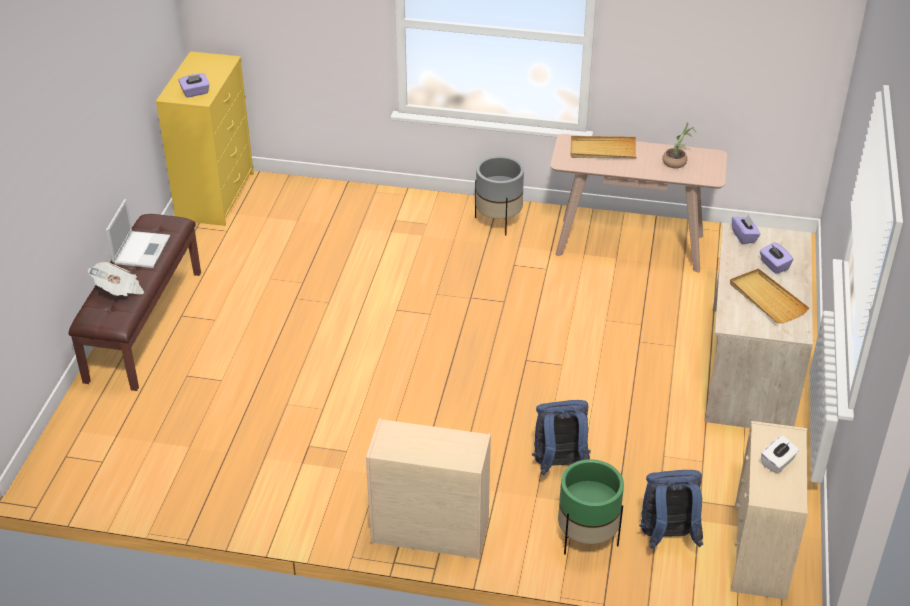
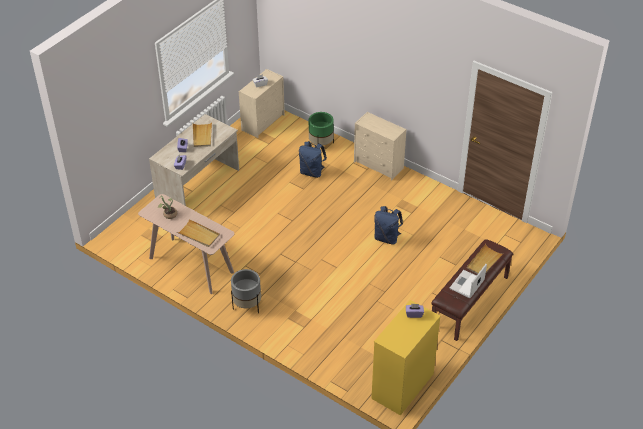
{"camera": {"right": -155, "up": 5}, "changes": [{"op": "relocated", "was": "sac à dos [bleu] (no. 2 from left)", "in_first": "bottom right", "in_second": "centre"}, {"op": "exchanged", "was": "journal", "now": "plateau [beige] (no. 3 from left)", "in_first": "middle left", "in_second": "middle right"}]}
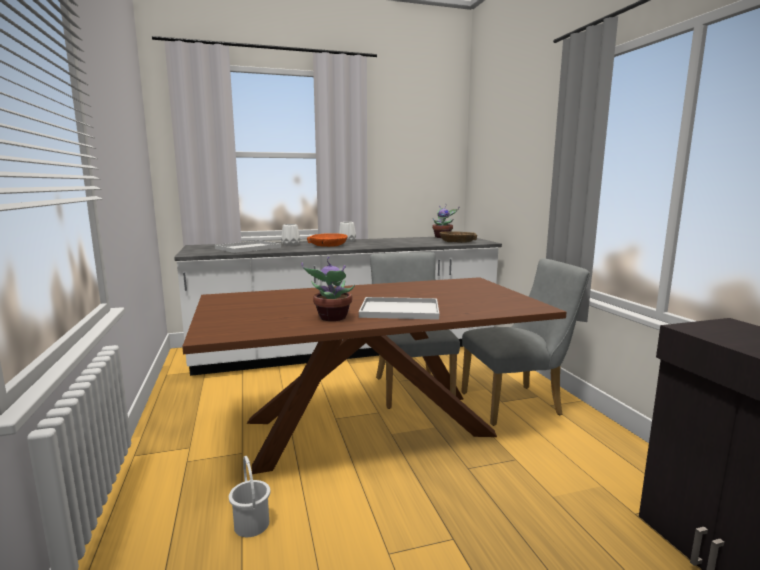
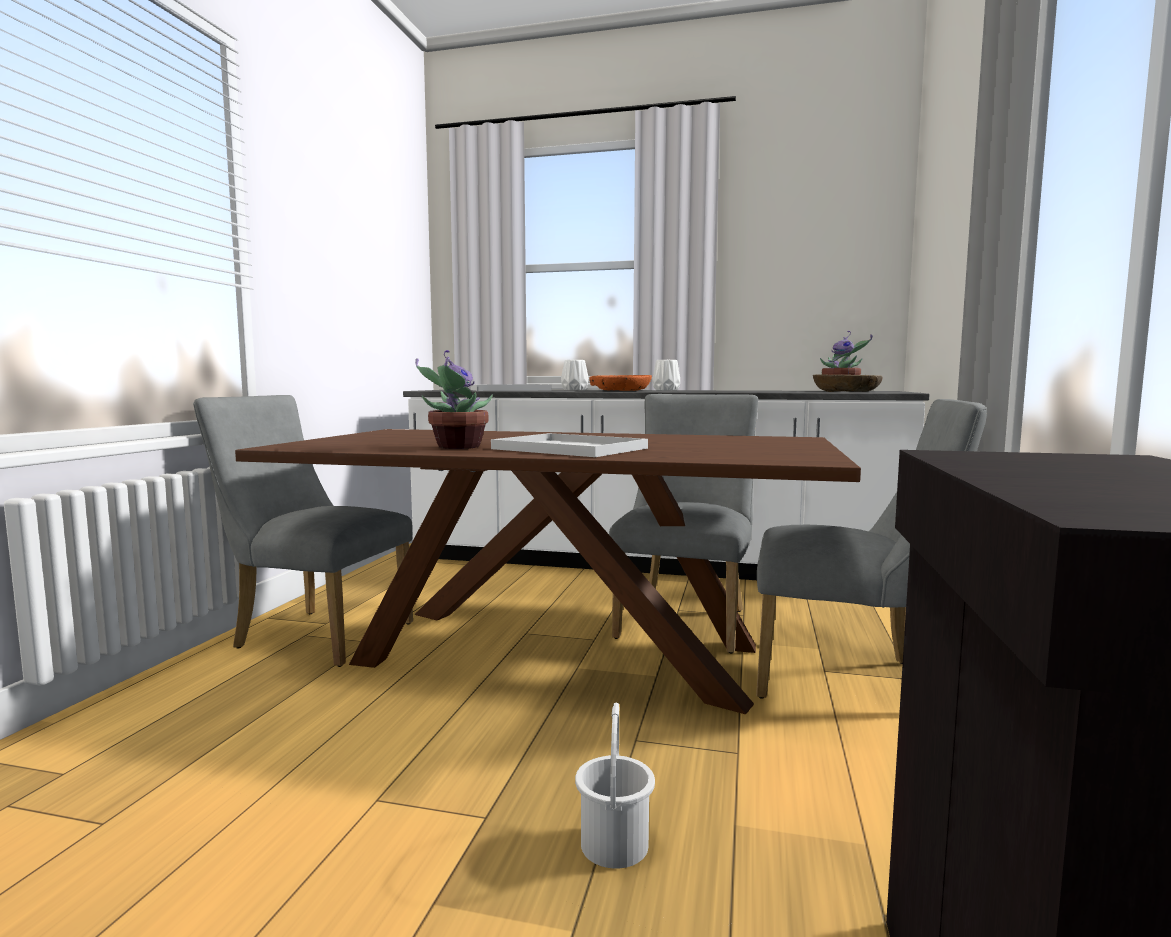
{"camera": {"right": 30, "up": -5}, "changes": [{"op": "appeared", "now": "chaise [gris] (no. 1 from left)", "in_second": "middle left"}, {"op": "relocated", "was": "seau [blanc]", "in_first": "bottom left", "in_second": "bottom centre"}]}
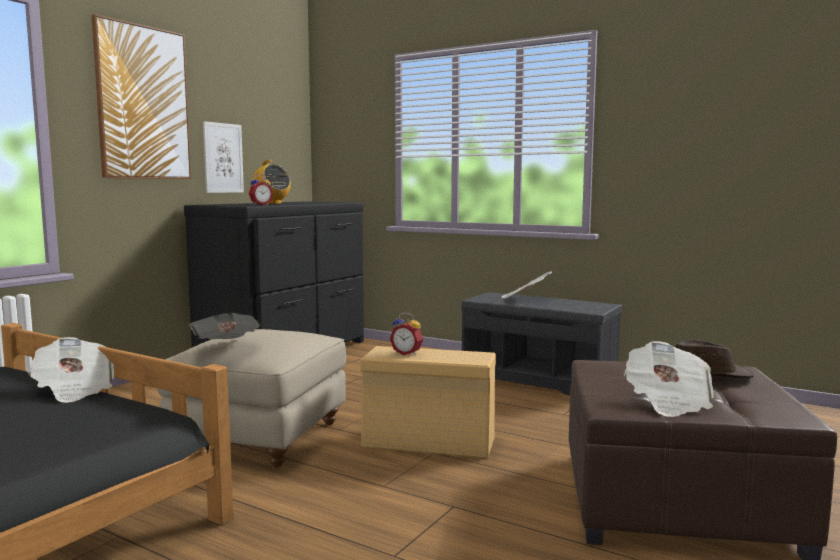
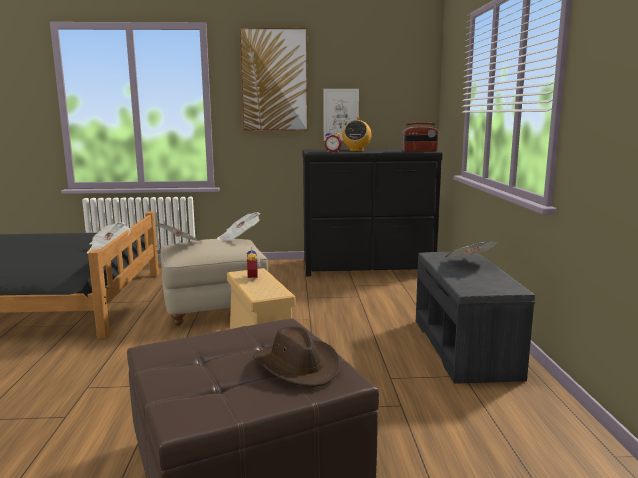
{"camera": {"right": 55, "up": 5}, "changes": [{"op": "relocated", "was": "journal (no. 4 from left in the first image)", "now": "journal (no. 3 from left)", "in_first": "bottom right", "in_second": "centre"}, {"op": "appeared", "now": "radio (no. 2 from left)", "in_second": "top centre"}]}
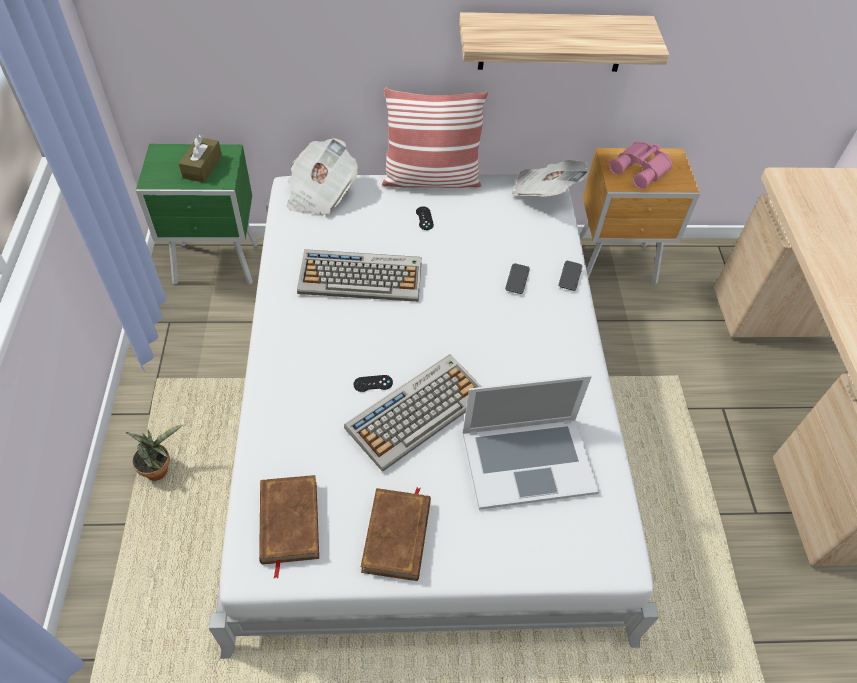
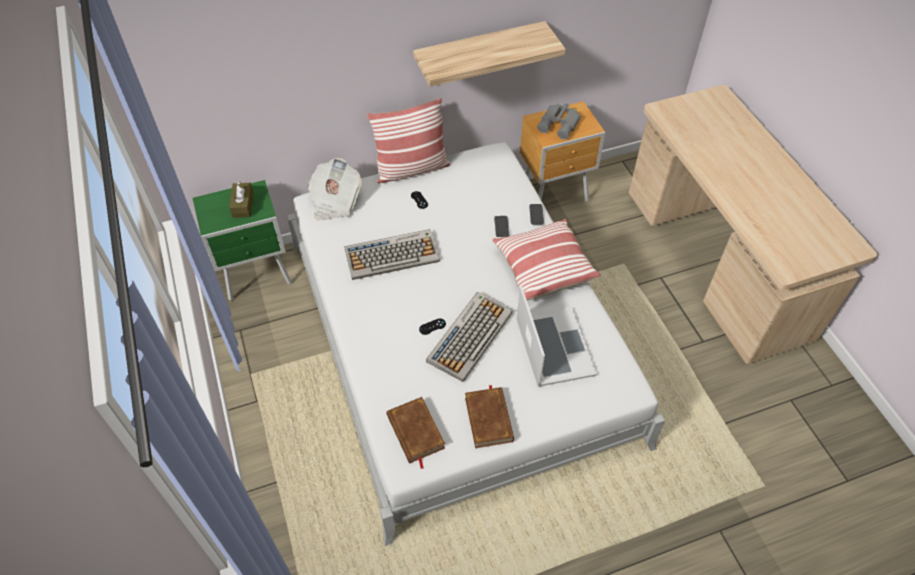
{"camera": {"right": -15, "up": 0}, "changes": [{"op": "appeared", "now": "coussin (no. 2 from left)", "in_second": "centre"}, {"op": "spun", "was": "ordinateur portable", "in_first": "centre", "in_second": "centre", "clockwise": -75}, {"op": "colour", "was": "jumelles [rose]", "now": "jumelles [gris]", "in_first": "top right", "in_second": "top centre"}, {"op": "missing", "was": "plante en pot", "in_first": "middle left"}, {"op": "missing", "was": "journal (no. 2 from left)", "in_first": "top centre"}]}
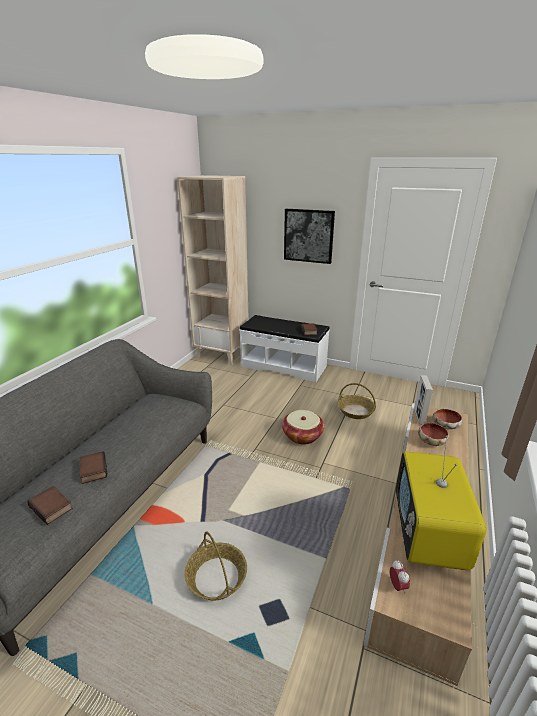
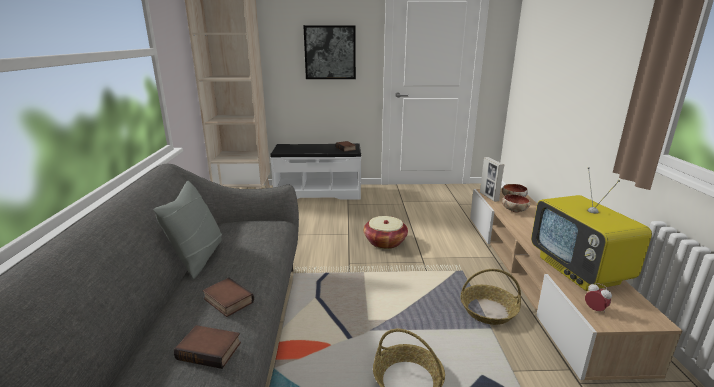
{"camera": {"right": -25, "up": -5}, "changes": [{"op": "appeared", "now": "coussin [gris]", "in_second": "middle left"}, {"op": "relocated", "was": "panier (no. 3 from left)", "in_first": "centre", "in_second": "bottom right"}]}
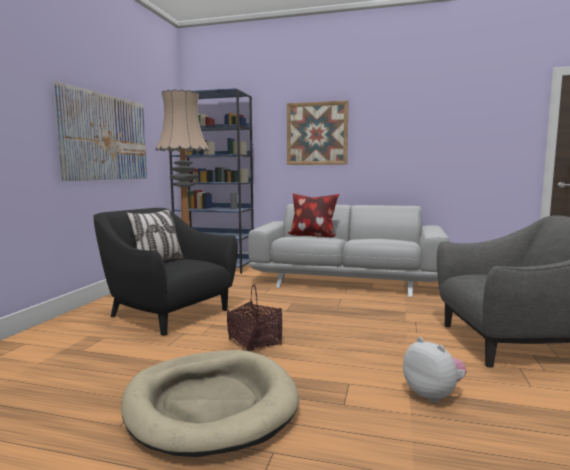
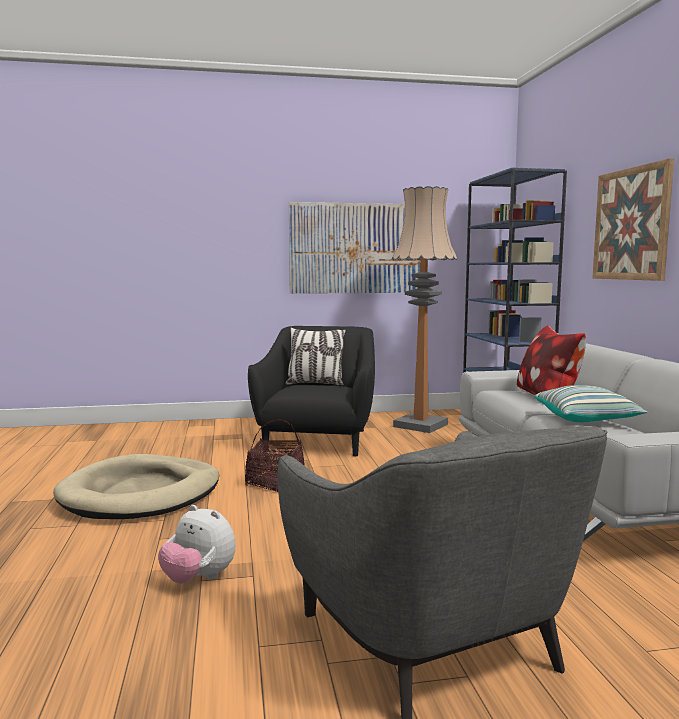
{"camera": {"right": 65, "up": 0}, "changes": [{"op": "spun", "was": "peluche", "in_first": "bottom right", "in_second": "bottom left", "clockwise": 90}, {"op": "appeared", "now": "coussin (no. 3 from left)", "in_second": "middle right"}]}
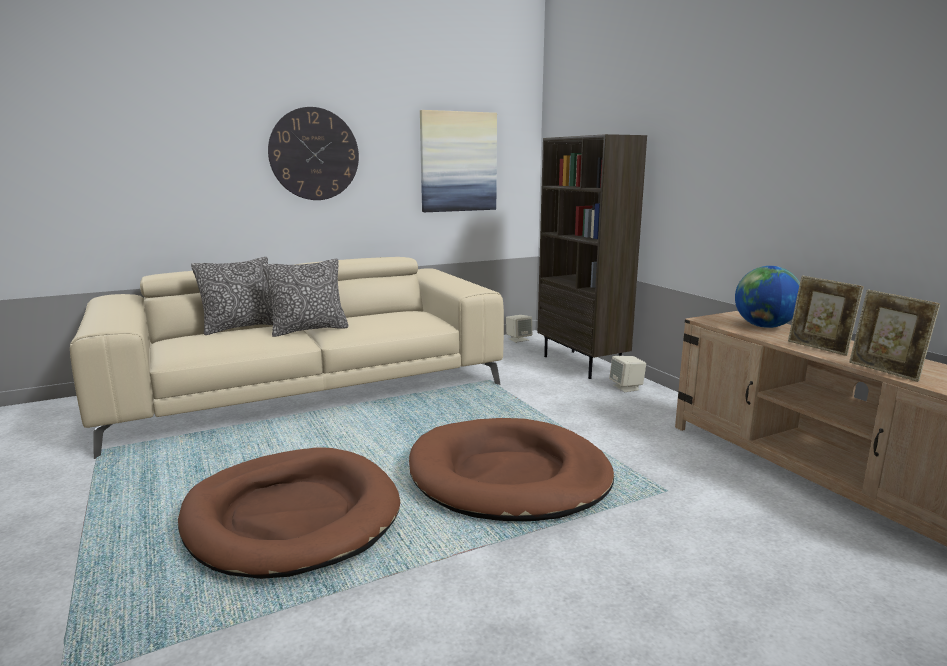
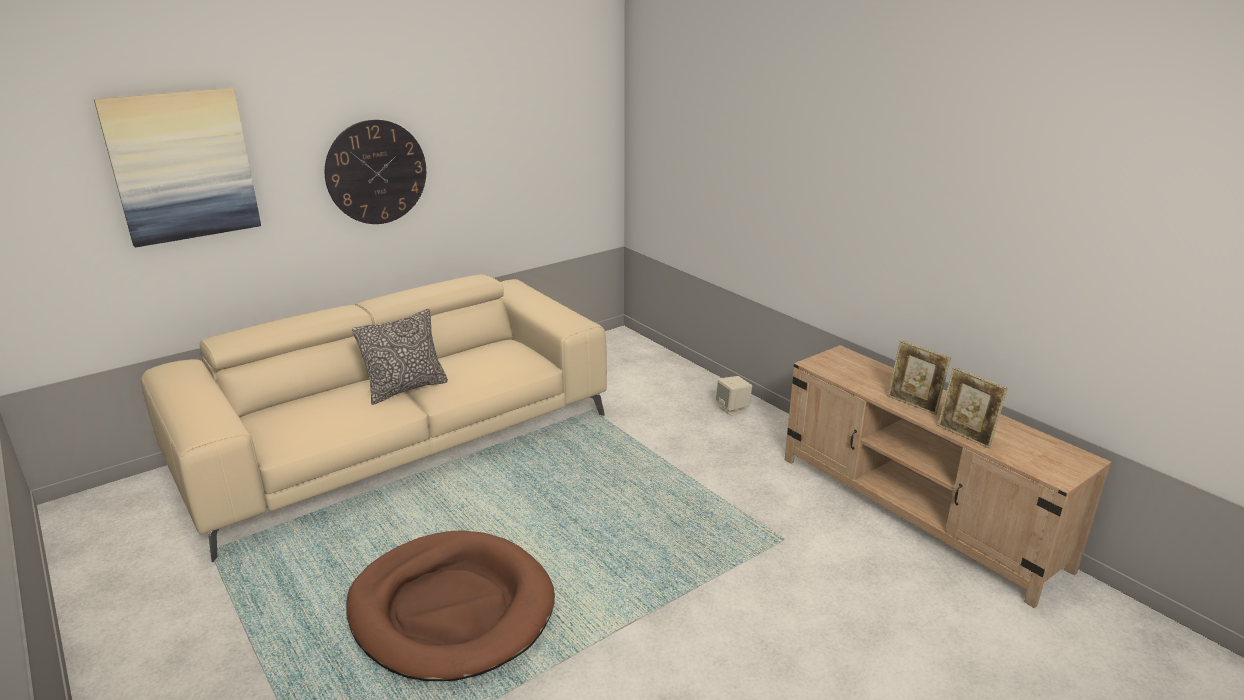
{"camera": {"right": -10, "up": 10}, "changes": [{"op": "relocated", "was": "tableau", "in_first": "top centre", "in_second": "top left"}, {"op": "missing", "was": "coussin (no. 1 from left)", "in_first": "middle left"}, {"op": "missing", "was": "panier pour chien [marron] (no. 2 from left)", "in_first": "bottom centre"}, {"op": "missing", "was": "enceinte [beige] (no. 1 from left)", "in_first": "centre"}, {"op": "missing", "was": "bibliothèque [marron]", "in_first": "centre"}, {"op": "missing", "was": "globe", "in_first": "middle right"}]}
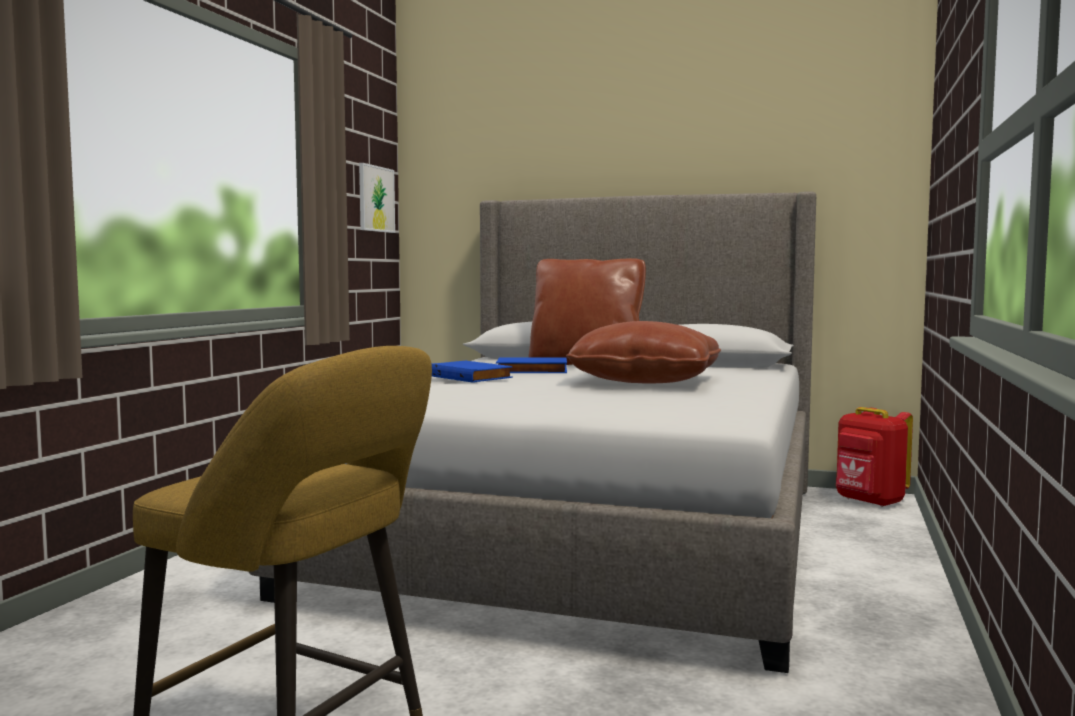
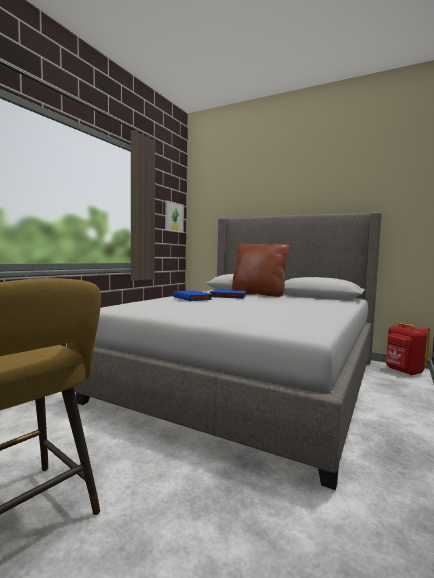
{"camera": {"right": 10, "up": 0}, "changes": [{"op": "missing", "was": "coussin [marron] (no. 2 from left)", "in_first": "centre"}]}
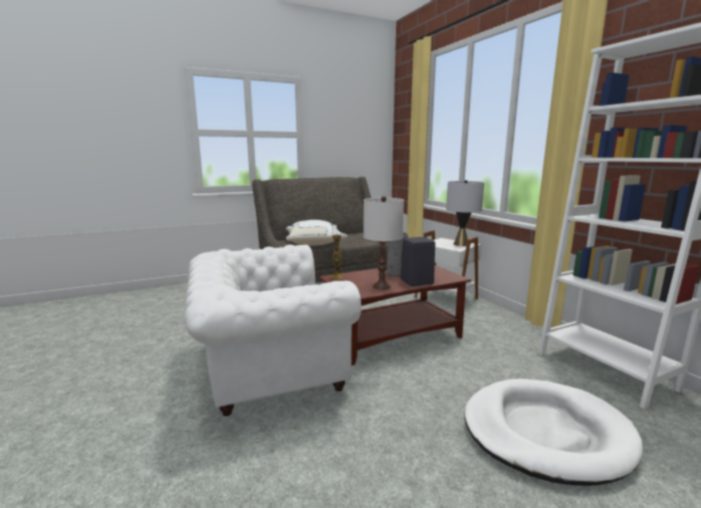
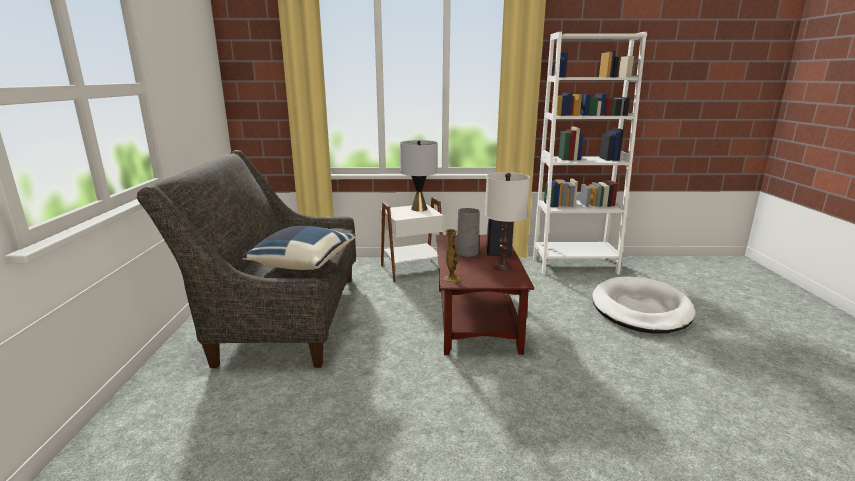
{"camera": {"right": -65, "up": 5}, "changes": [{"op": "colour", "was": "coussin [blanc]", "now": "coussin [bleu]", "in_first": "centre", "in_second": "centre"}, {"op": "missing", "was": "fauteuil [blanc]", "in_first": "centre"}]}
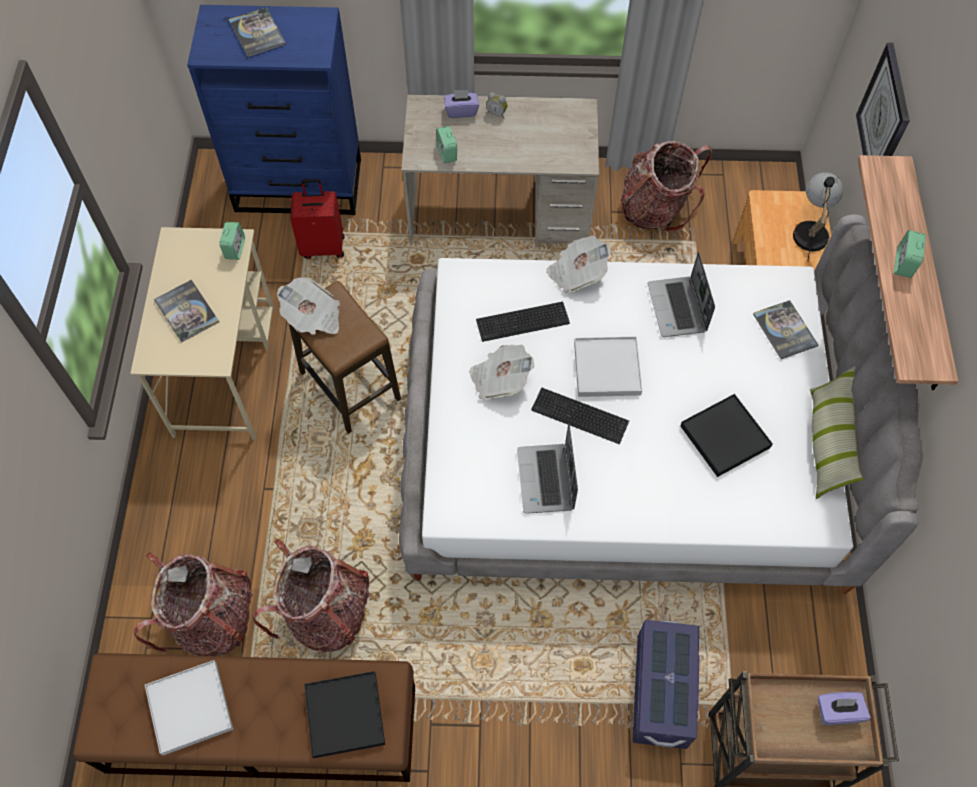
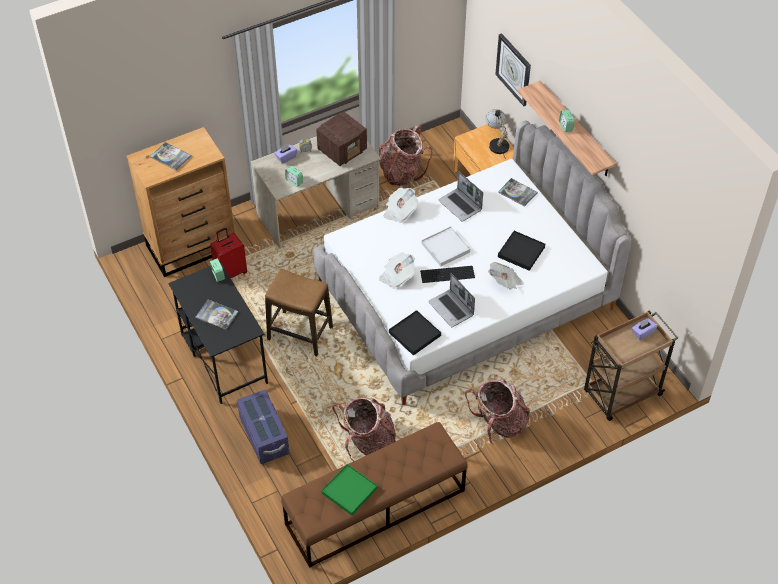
{"camera": {"right": -30, "up": -10}, "changes": [{"op": "colour", "was": "commode [bleu]", "now": "commode [marron]", "in_first": "top left", "in_second": "middle left"}, {"op": "colour", "was": "bureau [beige] (no. 1 from left)", "now": "bureau [noir]", "in_first": "middle left", "in_second": "middle left"}, {"op": "relocated", "was": "boîte de rangement [violet]", "in_first": "bottom right", "in_second": "bottom centre"}, {"op": "appeared", "now": "radio", "in_second": "top centre"}, {"op": "colour", "was": "plateau [blanc] (no. 1 from left)", "now": "plateau [vert]", "in_first": "bottom left", "in_second": "bottom centre"}, {"op": "relocated", "was": "plateau [noir] (no. 1 from left)", "in_first": "bottom centre", "in_second": "centre"}, {"op": "relocated", "was": "sac à dos (no. 1 from left in the first image)", "now": "sac à dos (no. 3 from left)", "in_first": "bottom left", "in_second": "bottom centre"}, {"op": "relocated", "was": "journal (no. 1 from left in the first image)", "now": "journal (no. 3 from left)", "in_first": "middle left", "in_second": "centre"}, {"op": "missing", "was": "clavier (no. 1 from left)", "in_first": "centre"}, {"op": "missing", "was": "coussin", "in_first": "middle right"}]}
